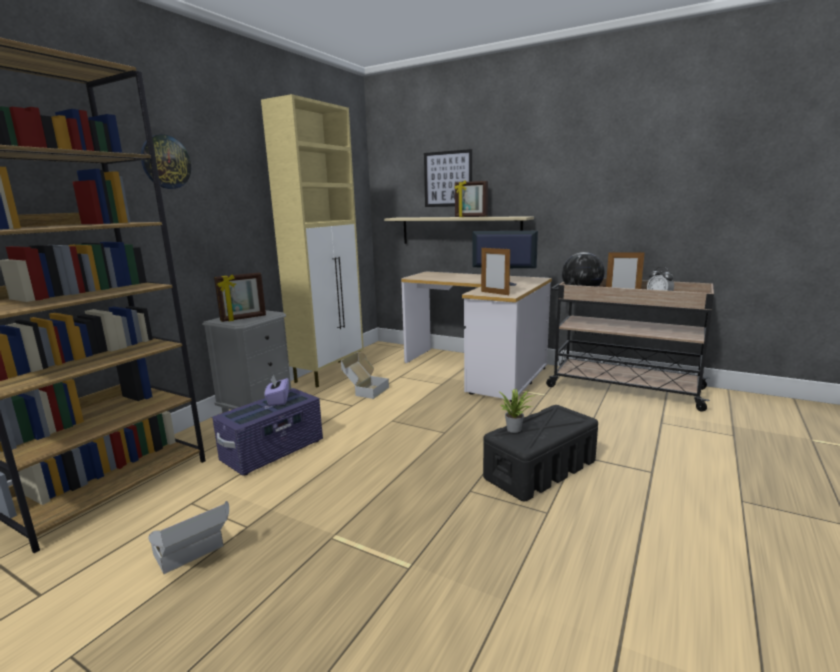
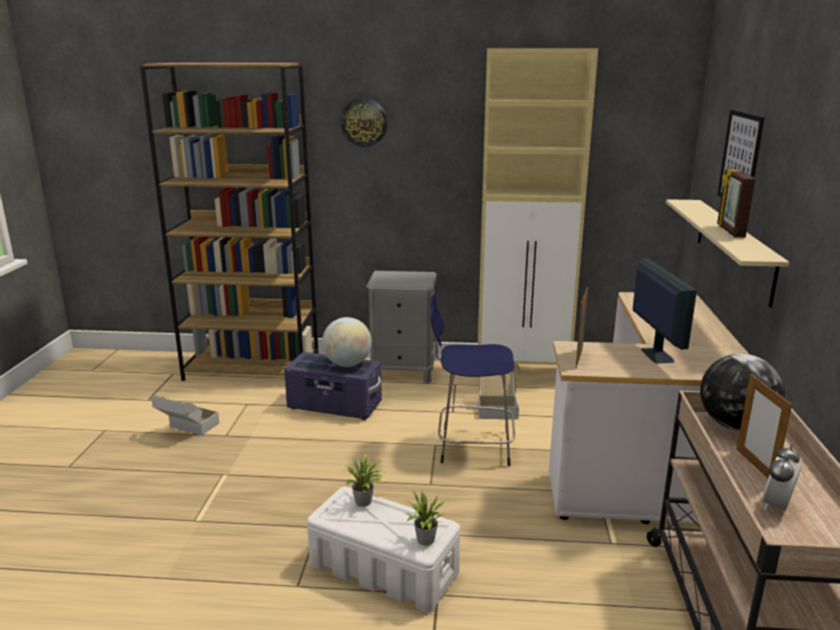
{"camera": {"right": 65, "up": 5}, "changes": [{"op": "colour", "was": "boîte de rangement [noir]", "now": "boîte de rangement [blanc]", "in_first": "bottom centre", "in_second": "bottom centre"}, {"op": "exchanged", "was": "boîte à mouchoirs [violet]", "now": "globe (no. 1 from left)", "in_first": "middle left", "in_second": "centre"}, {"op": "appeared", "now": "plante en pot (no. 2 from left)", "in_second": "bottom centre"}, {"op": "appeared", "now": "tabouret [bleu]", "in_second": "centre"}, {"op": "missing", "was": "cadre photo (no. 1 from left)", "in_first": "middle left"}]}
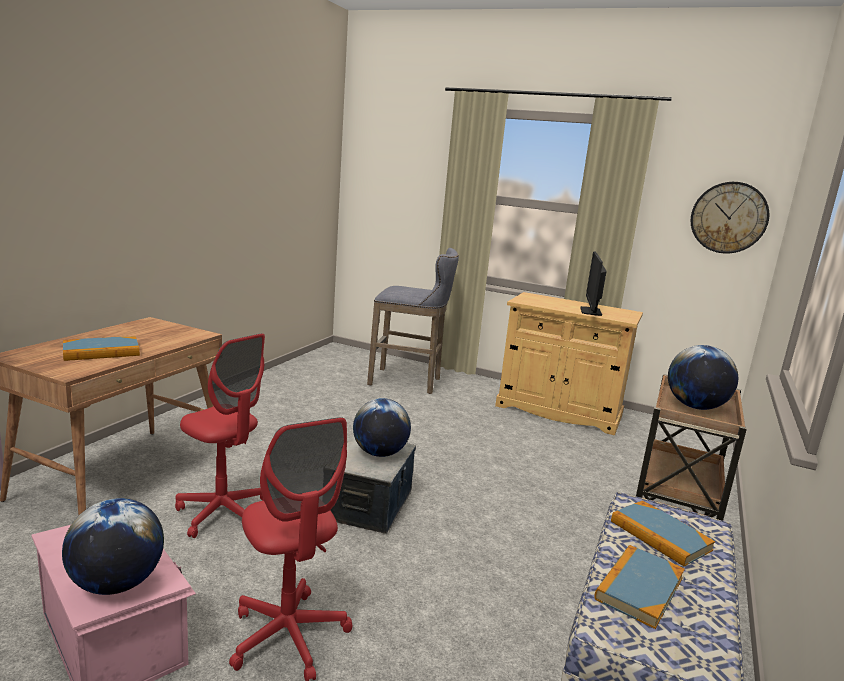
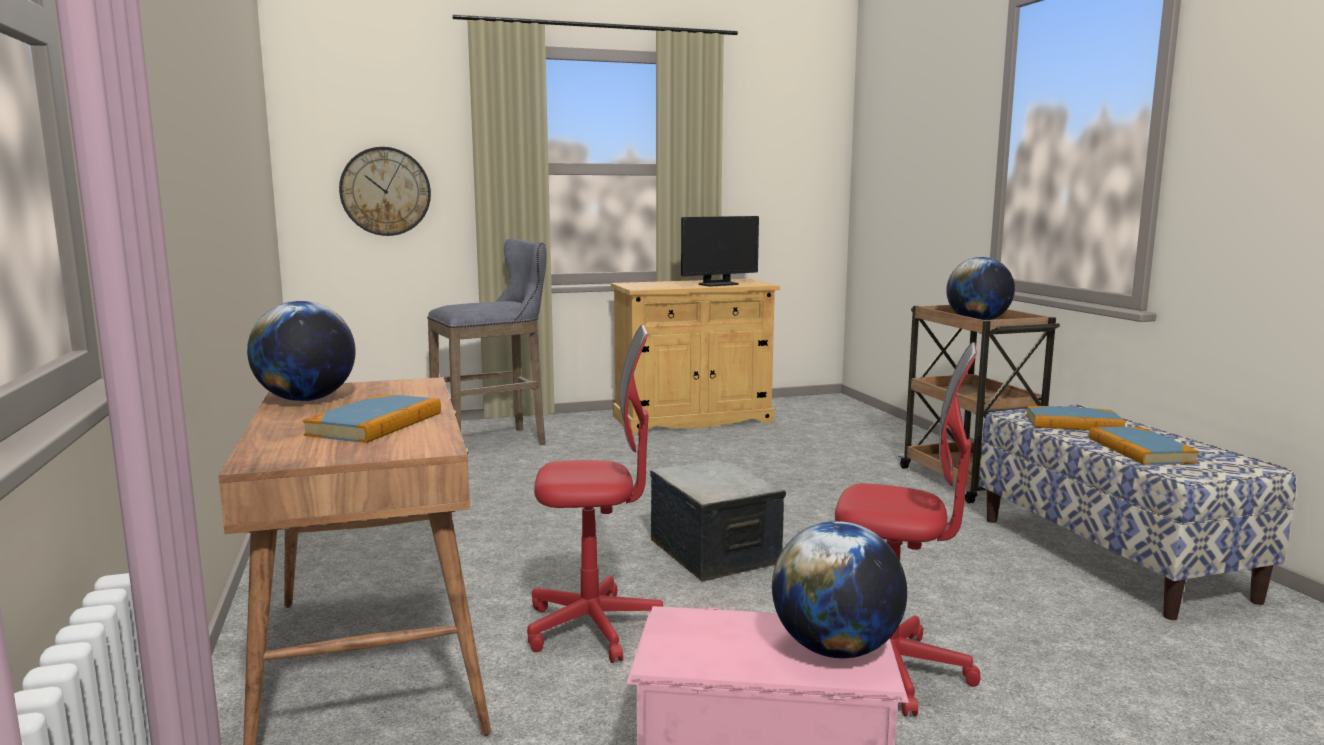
{"camera": {"right": -40, "up": -5}, "changes": [{"op": "relocated", "was": "globe (no. 2 from left in the first image)", "now": "globe (no. 1 from left)", "in_first": "centre", "in_second": "middle left"}, {"op": "relocated", "was": "horloge murale", "in_first": "top right", "in_second": "top left"}, {"op": "spun", "was": "écran d'ordinateur", "in_first": "middle right", "in_second": "centre", "clockwise": -90}]}
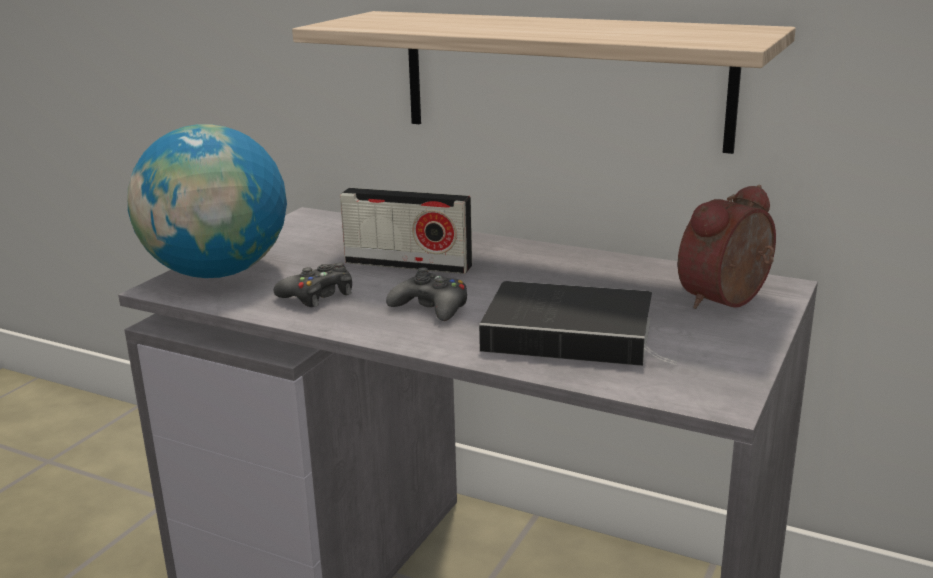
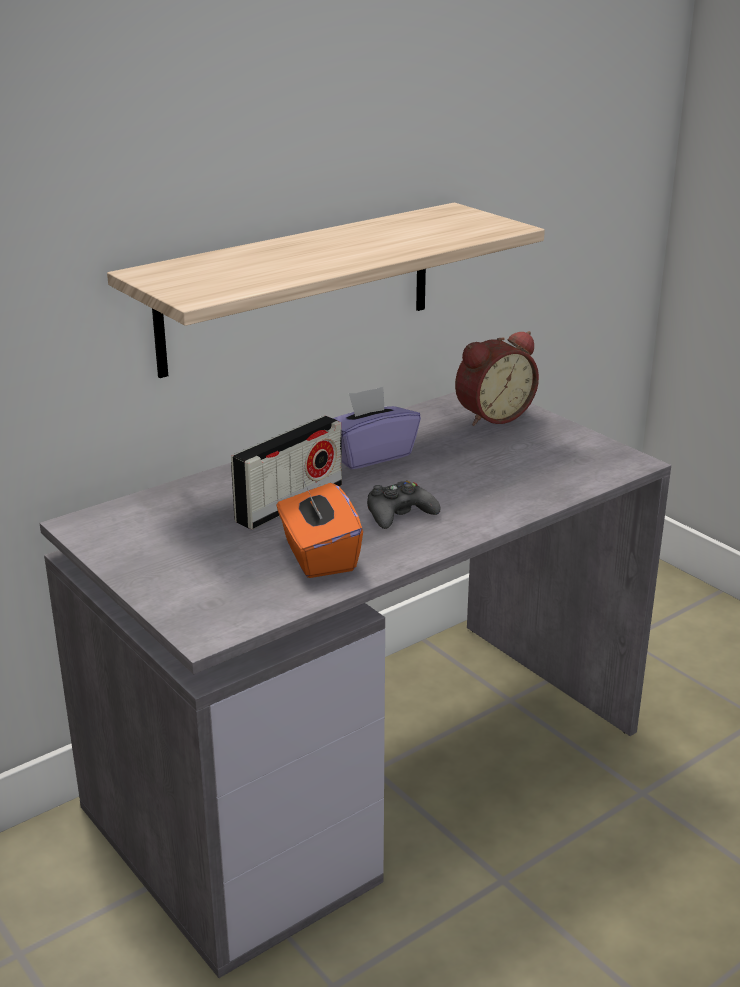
{"camera": {"right": -65, "up": 5}, "changes": [{"op": "exchanged", "was": "manette [noir] (no. 1 from left)", "now": "boîte à mouchoirs [orange]", "in_first": "centre", "in_second": "centre"}, {"op": "appeared", "now": "boîte à mouchoirs [violet]", "in_second": "centre"}, {"op": "spun", "was": "réveil", "in_first": "middle right", "in_second": "middle right", "clockwise": -105}, {"op": "missing", "was": "globe", "in_first": "middle left"}, {"op": "missing", "was": "livre", "in_first": "centre"}]}
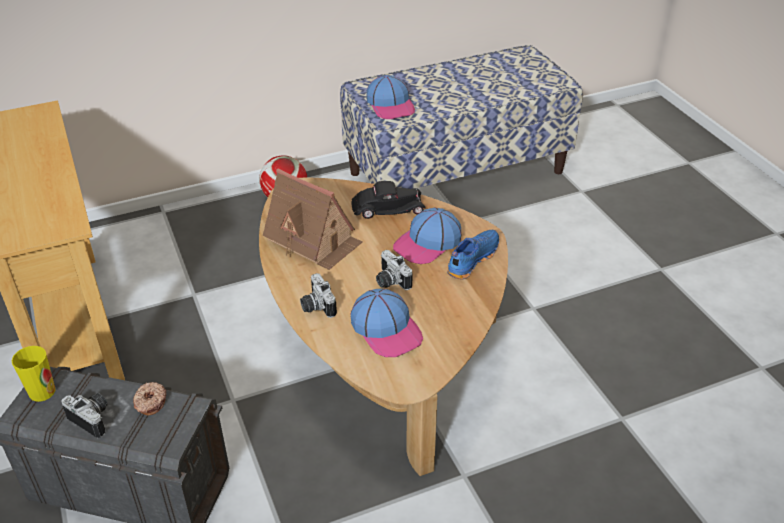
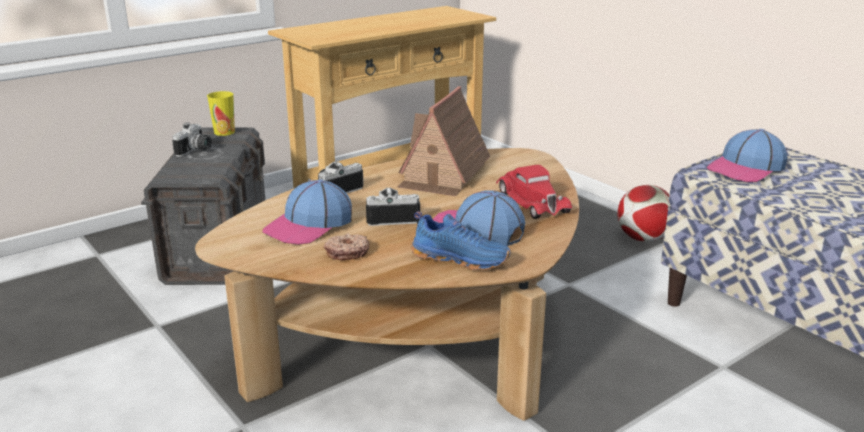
{"camera": {"right": 75, "up": -15}, "changes": [{"op": "relocated", "was": "beignet", "in_first": "bottom left", "in_second": "centre"}, {"op": "spun", "was": "appareil photo (no. 3 from left)", "in_first": "centre", "in_second": "centre", "clockwise": 45}, {"op": "colour", "was": "petite voiture [noir]", "now": "petite voiture [rouge]", "in_first": "centre", "in_second": "centre"}]}
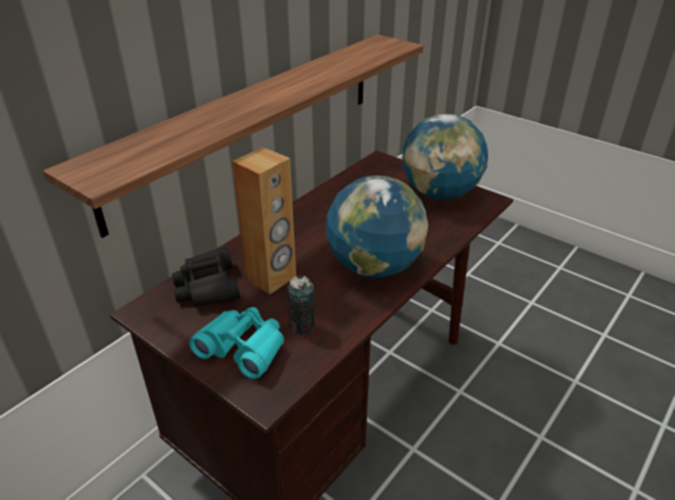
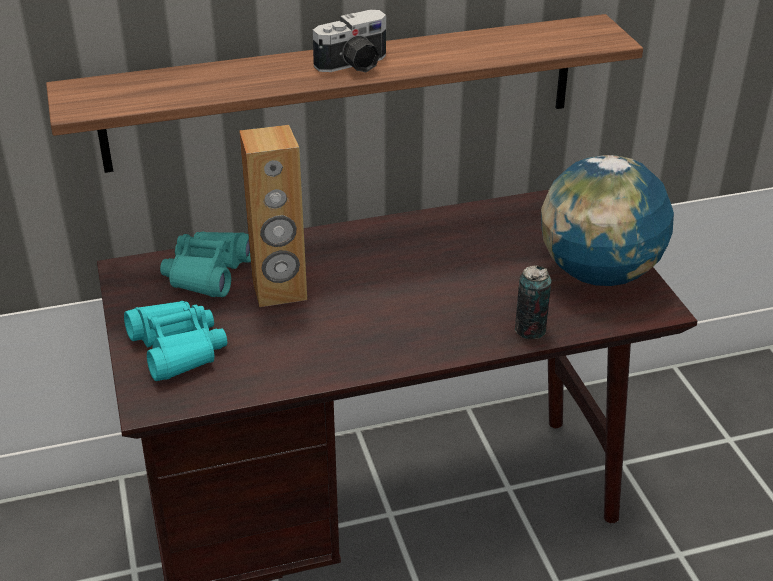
{"camera": {"right": 35, "up": 0}, "changes": [{"op": "colour", "was": "jumelles [noir]", "now": "jumelles [turquoise] (no. 2 from left)", "in_first": "middle left", "in_second": "middle left"}, {"op": "appeared", "now": "appareil photo", "in_second": "top centre"}, {"op": "relocated", "was": "boîte métallique", "in_first": "centre", "in_second": "middle right"}, {"op": "missing", "was": "globe (no. 1 from left)", "in_first": "centre"}]}
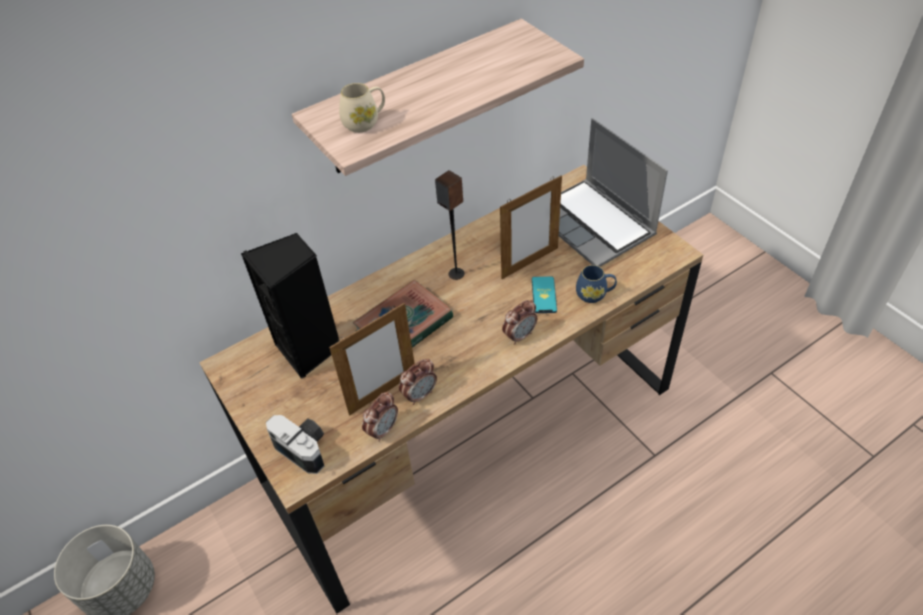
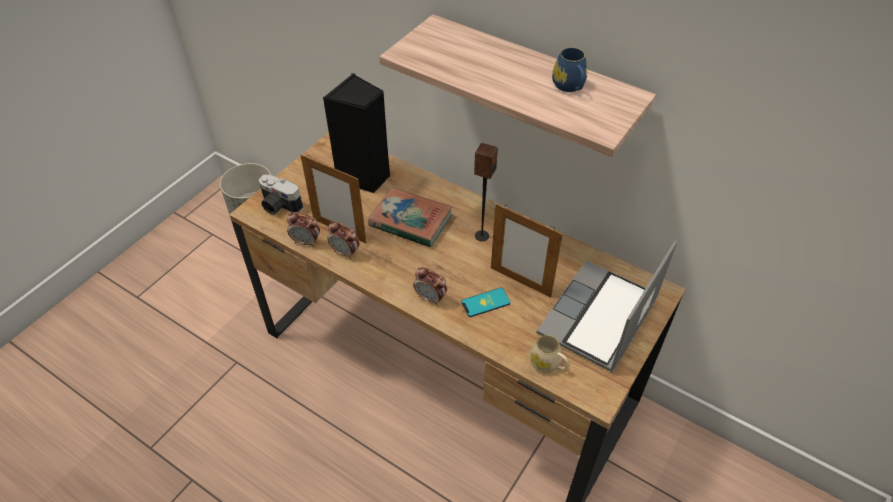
{"camera": {"right": 65, "up": 0}, "changes": [{"op": "spun", "was": "appareil photo", "in_first": "bottom left", "in_second": "middle left", "clockwise": 105}, {"op": "relocated", "was": "mug [beige]", "in_first": "top centre", "in_second": "bottom centre"}, {"op": "relocated", "was": "mug [bleu]", "in_first": "centre", "in_second": "top centre"}]}
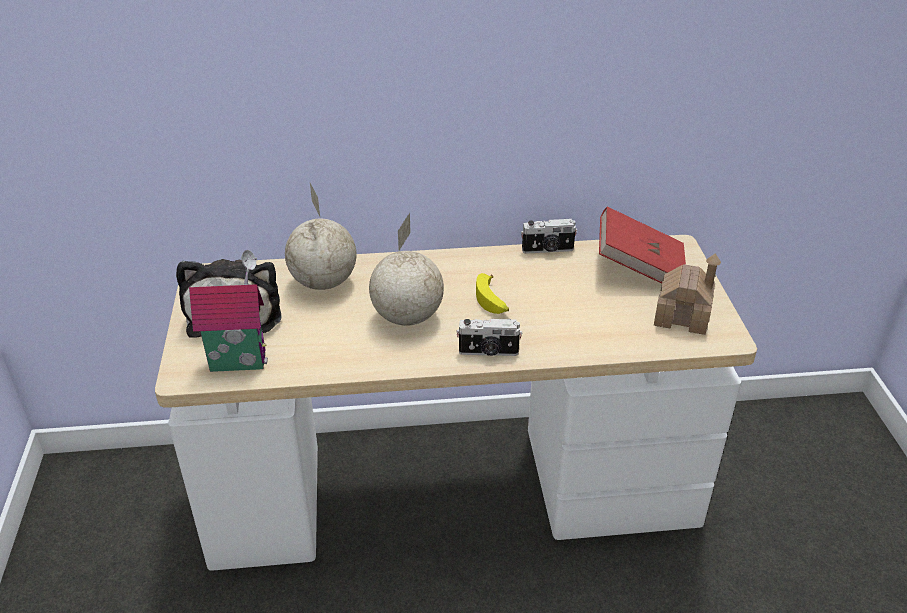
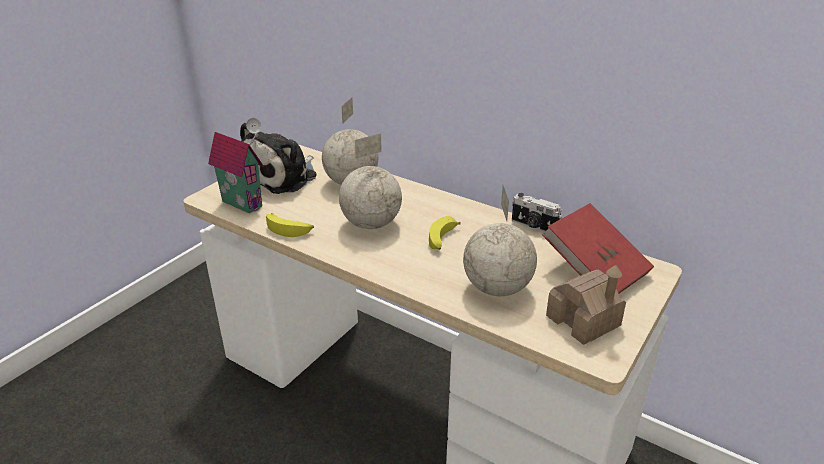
{"camera": {"right": 40, "up": -5}, "changes": [{"op": "appeared", "now": "banane (no. 1 from left)", "in_second": "centre"}, {"op": "appeared", "now": "globe (no. 3 from left)", "in_second": "centre"}, {"op": "missing", "was": "appareil photo (no. 1 from left)", "in_first": "centre"}]}
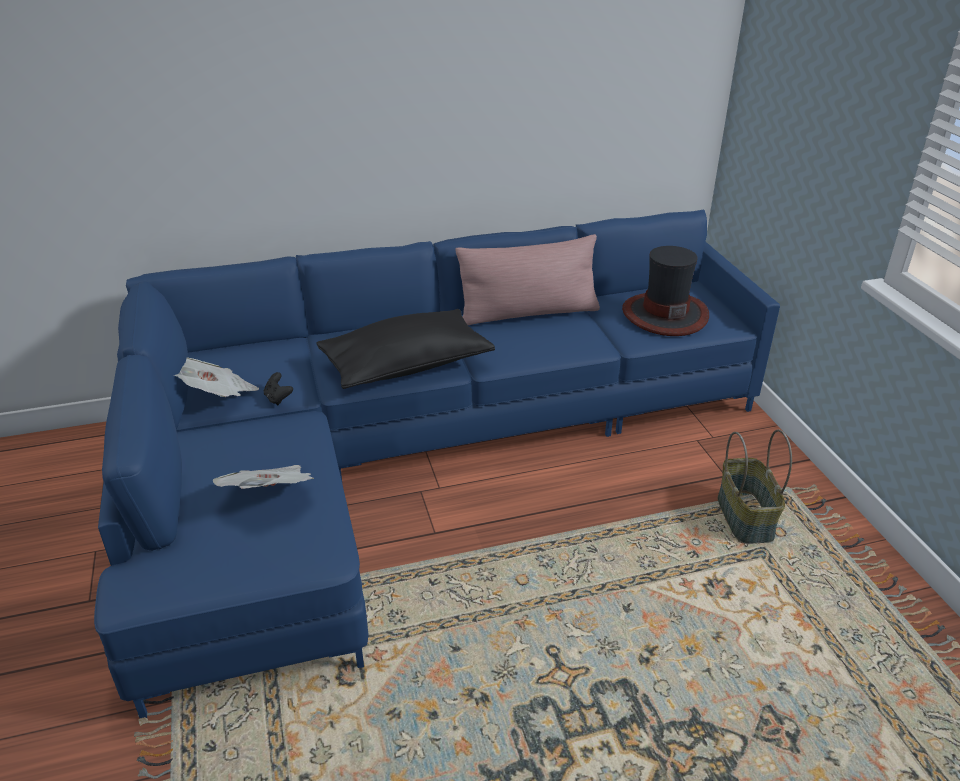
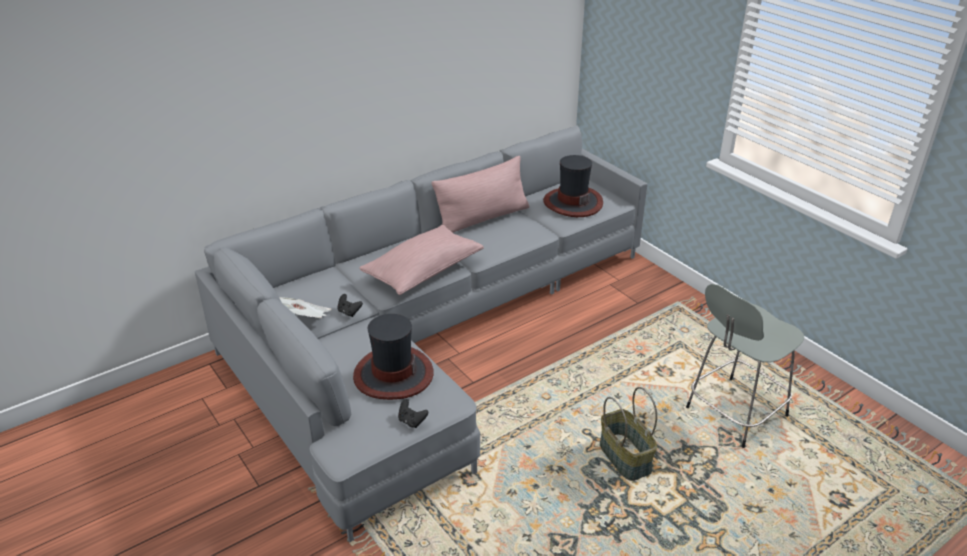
{"camera": {"right": -20, "up": 0}, "changes": [{"op": "colour", "was": "canapé [bleu]", "now": "canapé [gris]", "in_first": "centre", "in_second": "centre"}, {"op": "exchanged", "was": "journal (no. 2 from left)", "now": "chapeau (no. 1 from left)", "in_first": "middle left", "in_second": "centre"}, {"op": "colour", "was": "coussin [noir]", "now": "coussin [rose] (no. 1 from left)", "in_first": "centre", "in_second": "centre"}, {"op": "appeared", "now": "manette [noir] (no. 2 from left)", "in_second": "bottom centre"}, {"op": "relocated", "was": "panier", "in_first": "middle right", "in_second": "bottom centre"}, {"op": "appeared", "now": "tabouret [gris]", "in_second": "middle right"}]}
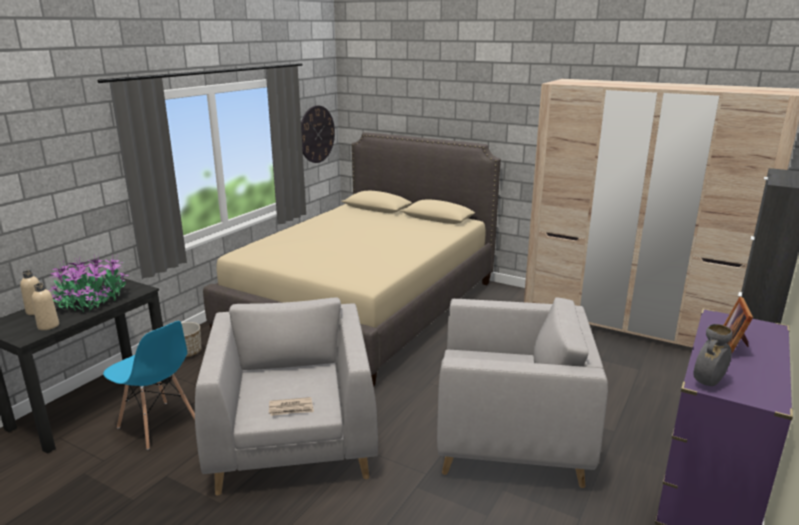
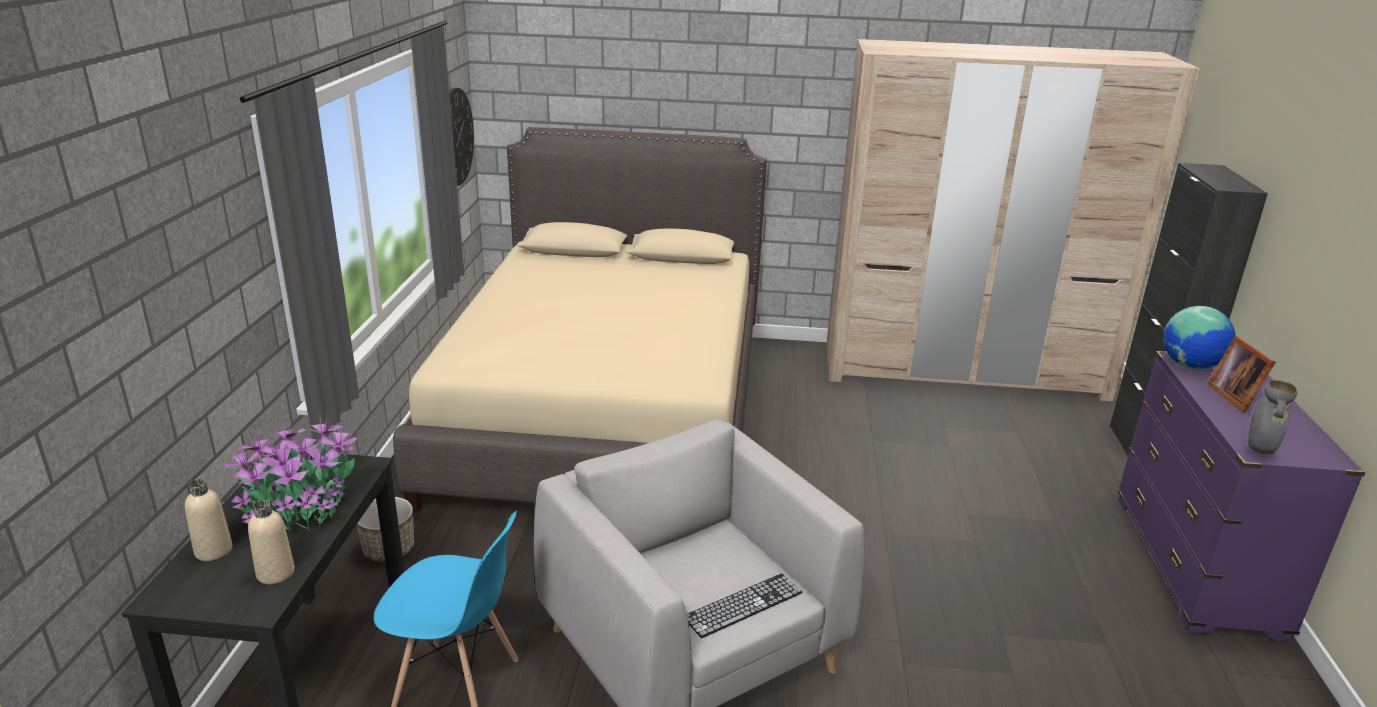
{"camera": {"right": -25, "up": 5}, "changes": [{"op": "exchanged", "was": "journal", "now": "clavier", "in_first": "bottom centre", "in_second": "bottom centre"}, {"op": "appeared", "now": "globe", "in_second": "middle right"}, {"op": "missing", "was": "fauteuil [gris] (no. 2 from left)", "in_first": "bottom centre"}]}
